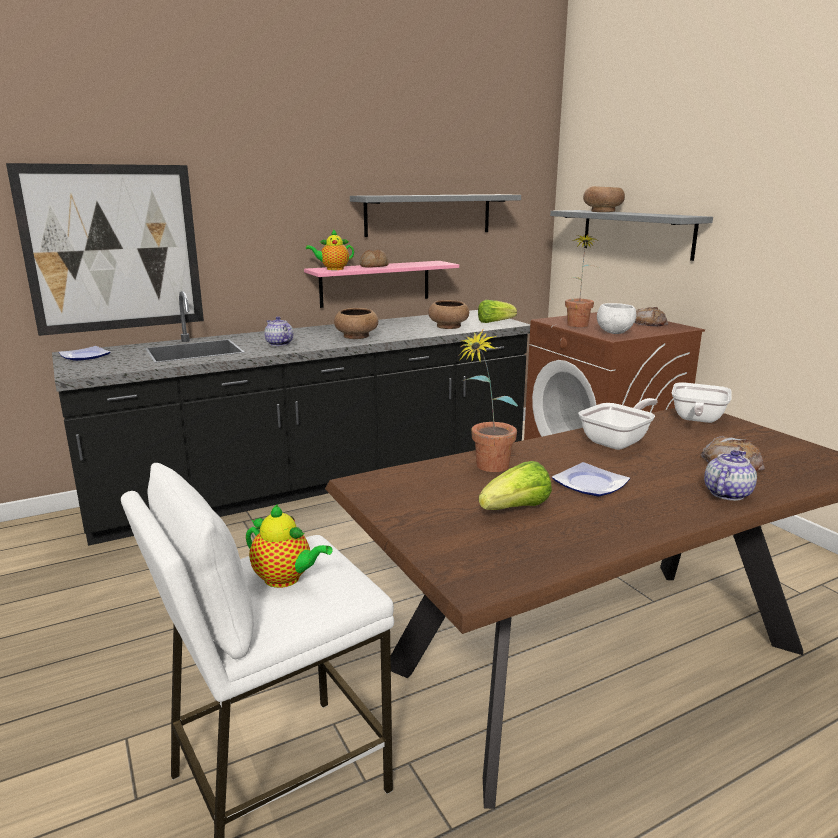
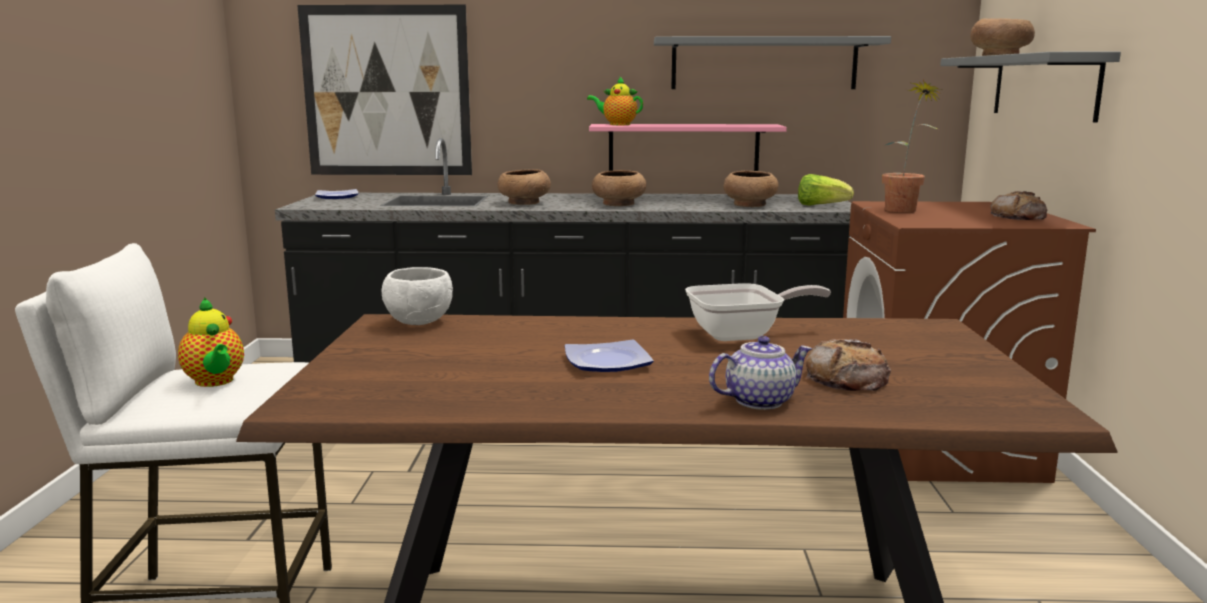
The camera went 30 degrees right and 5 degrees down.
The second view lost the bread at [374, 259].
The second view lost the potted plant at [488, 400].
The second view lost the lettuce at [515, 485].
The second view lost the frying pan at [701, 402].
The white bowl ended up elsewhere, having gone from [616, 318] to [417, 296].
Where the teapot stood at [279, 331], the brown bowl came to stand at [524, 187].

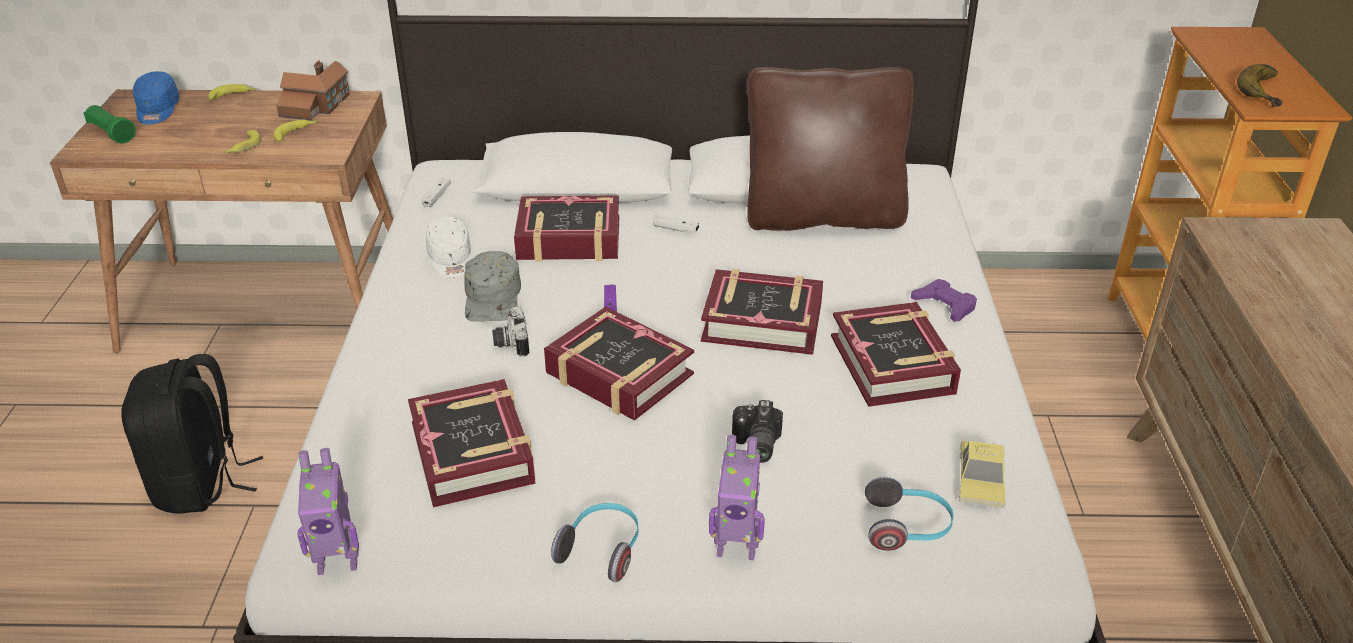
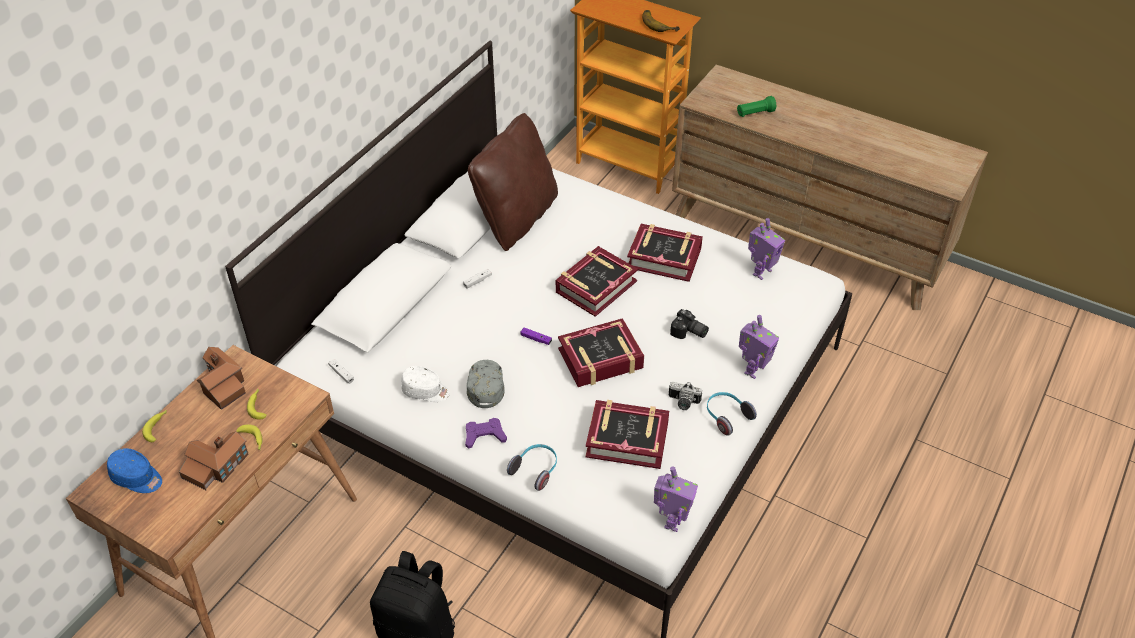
The camera went 60 degrees left and 10 degrees up.
The second view lost the book at [567, 229].
The second view gained the toy house at [214, 460].
The green flashlight ended up elsewhere, having gone from [109, 124] to [756, 106].
The photo camera ended up elsewhere, having gone from [510, 331] to [685, 396].
The headphones ended up elsewhere, having gone from [909, 514] to [532, 467].
The purple game controller ended up elsewhere, having gone from [944, 300] to [486, 433].
Where the toy car stood at [982, 474], the toy robot came to stand at [766, 249].
The grey cap at [492, 286] ended up facing another way, 120 degrees counterclockwise from before.

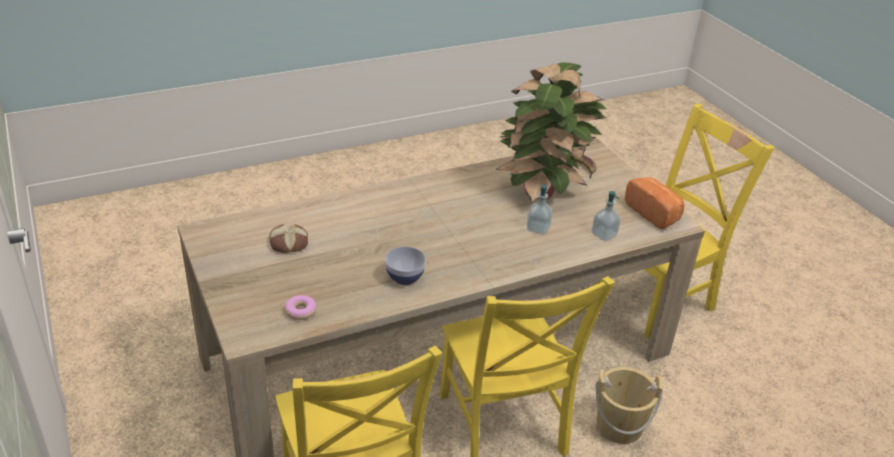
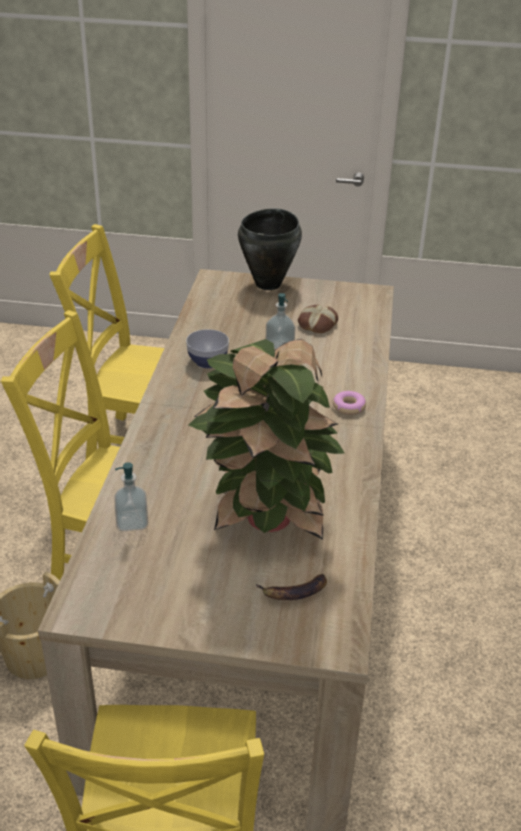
The camera went 125 degrees right and 0 degrees up.
The second view lost the bread at [654, 203].
The second view gained the black cooking pot at [270, 249].
The donut ended up elsewhere, having gone from [301, 307] to [349, 403].
The soap dispenser ended up elsewhere, having gone from [540, 210] to [281, 321].

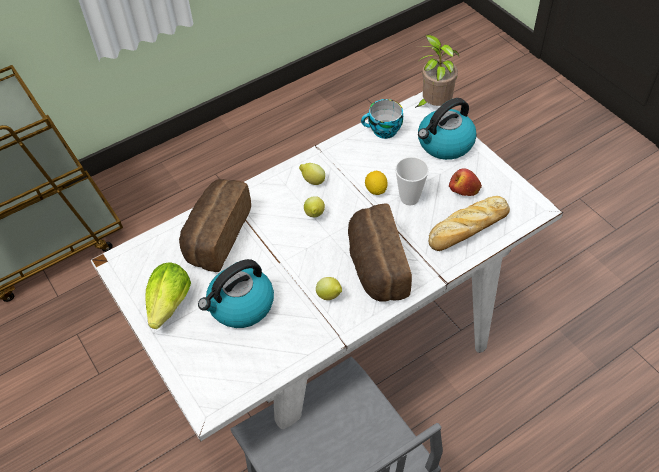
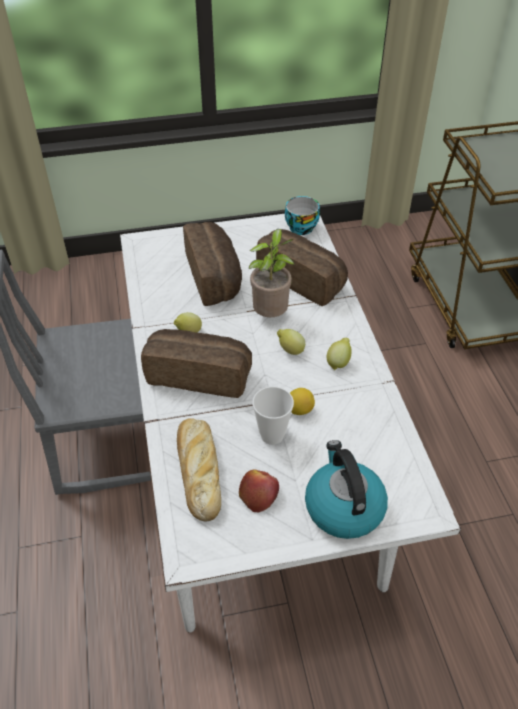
The camera went 110 degrees right and 5 degrees down.
The second view lost the lettuce at [168, 295].
The cup ended up elsewhere, having gone from [382, 119] to [302, 215].
The potted plant ended up elsewhere, having gone from [437, 71] to [271, 273].
Where the kettle stood at [236, 293], the bread came to stand at [212, 264].

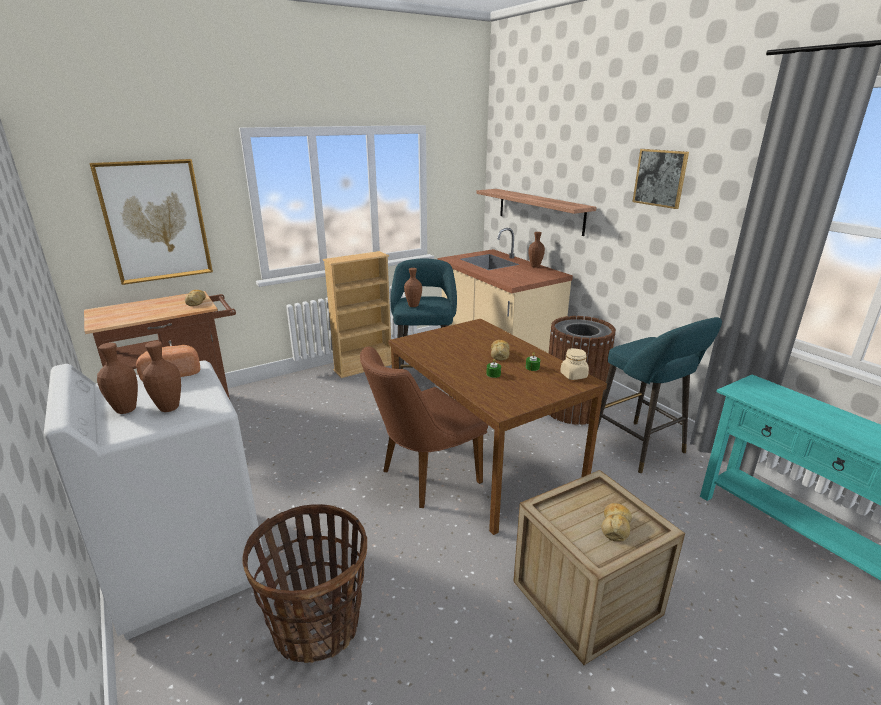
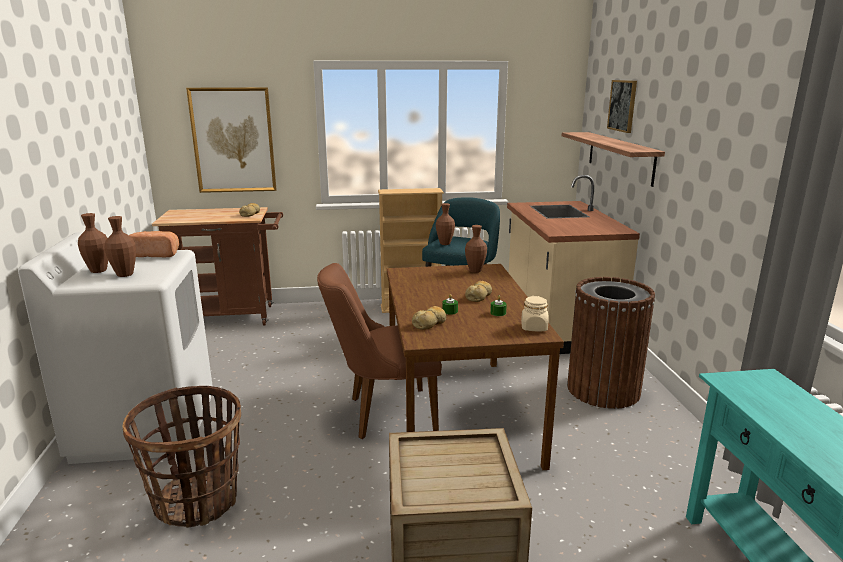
The camera went 25 degrees right and 5 degrees down.
The second view lost the turquoise stool at [659, 395].
The brown vase ended up elsewhere, having gone from [537, 250] to [476, 249].
The bread ended up elsewhere, having gone from [617, 522] to [429, 318].
The picture ended up elsewhere, having gone from [661, 179] to [622, 106].

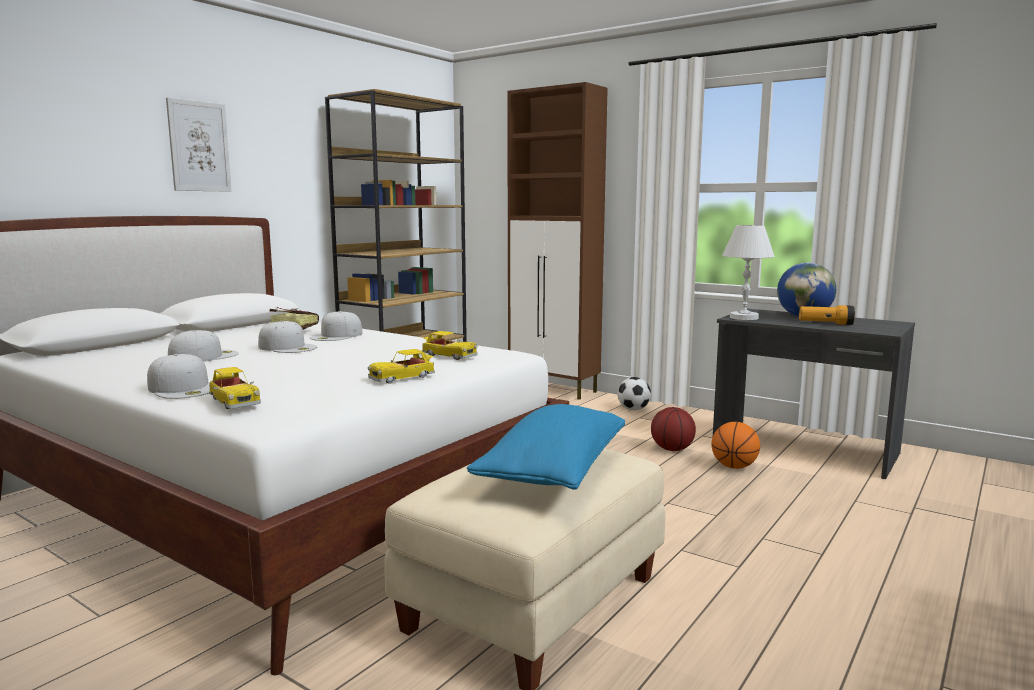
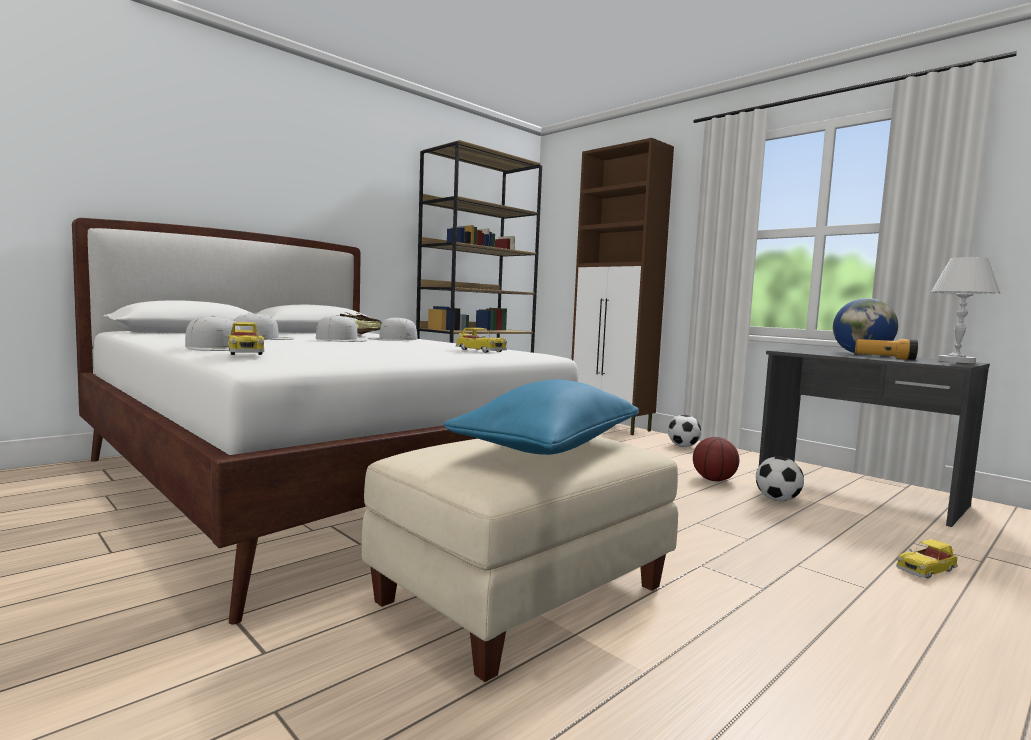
The camera went 10 degrees right and 5 degrees down.
The second view lost the picture at [199, 144].
The toy car ended up elsewhere, having gone from [401, 366] to [927, 559].
The white table lamp ended up elsewhere, having gone from [748, 272] to [965, 310].
Where the basketball stood at [736, 445], the football came to stand at [780, 479].

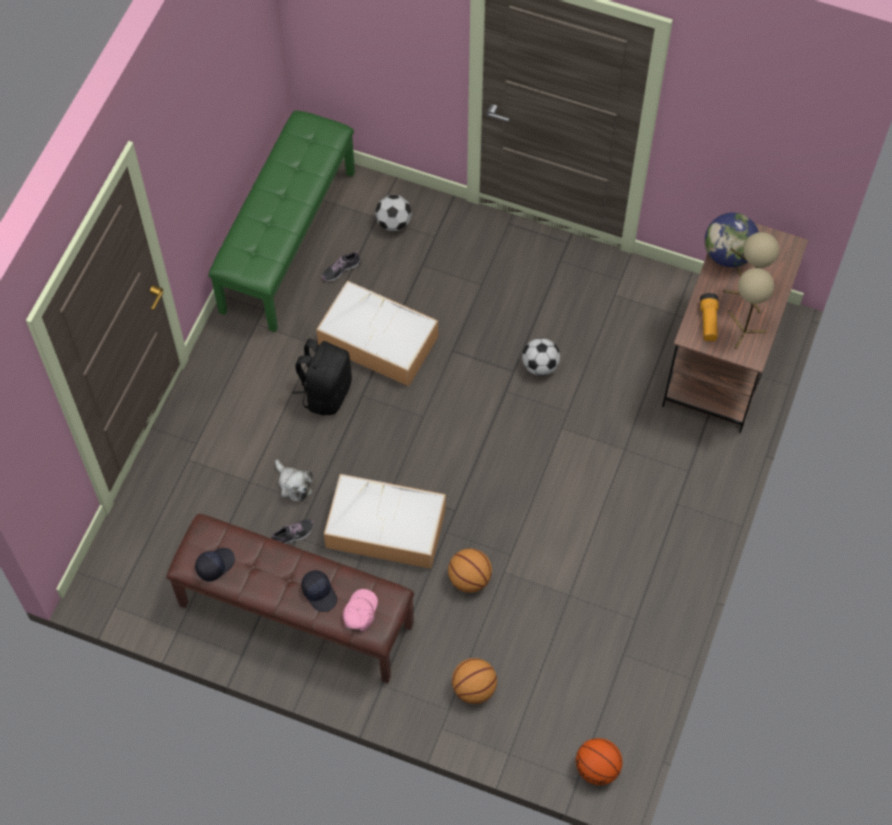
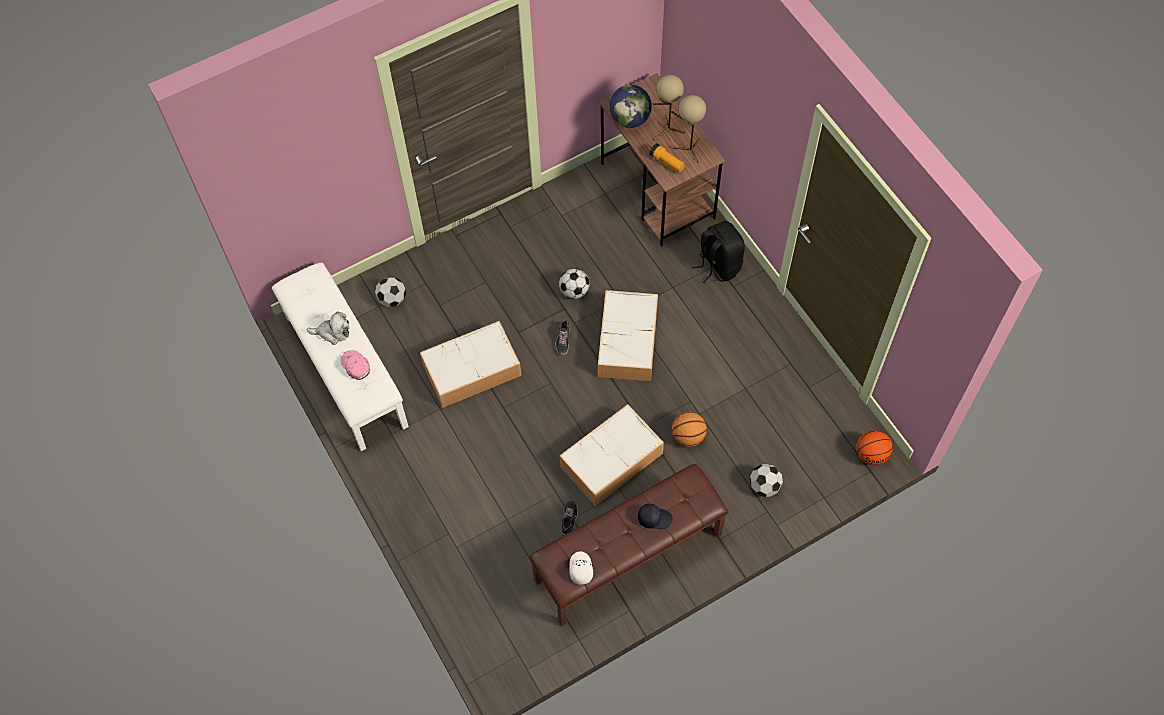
The camera went 50 degrees left and 0 degrees up.
The second view gained the storage box at [628, 335].
The plush toy ended up elsewhere, having gone from [294, 480] to [328, 328].
The black backpack ended up elsewhere, having gone from [322, 376] to [718, 252].
The shoe ended up elsewhere, having gone from [341, 266] to [562, 336].
The pink cap ended up elsewhere, having gone from [360, 610] to [355, 365].
Where the basketball stood at [474, 681], the football came to stand at [766, 480].
What was the black cap at [215, 564] turned into the white cap at [581, 568].
What was the green bench at [281, 221] turned into the white bench at [340, 357].

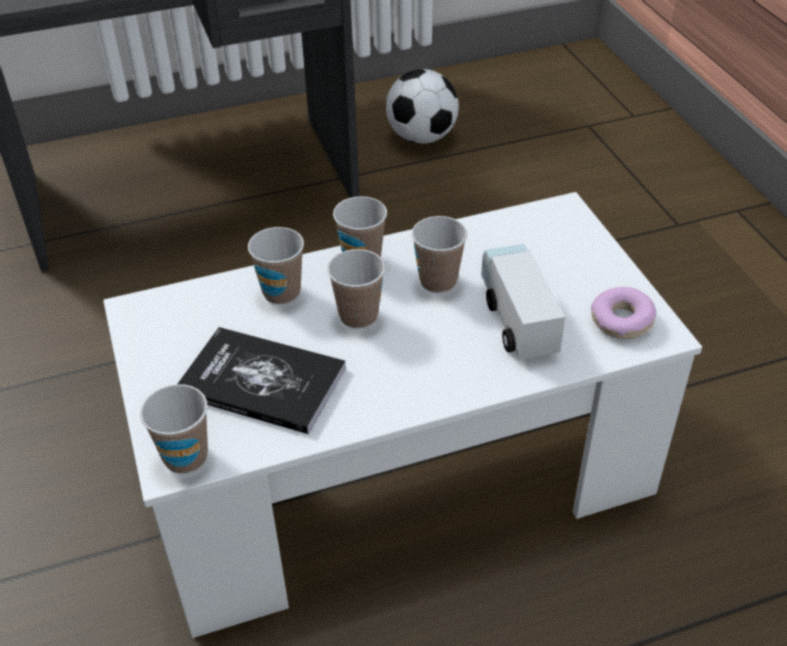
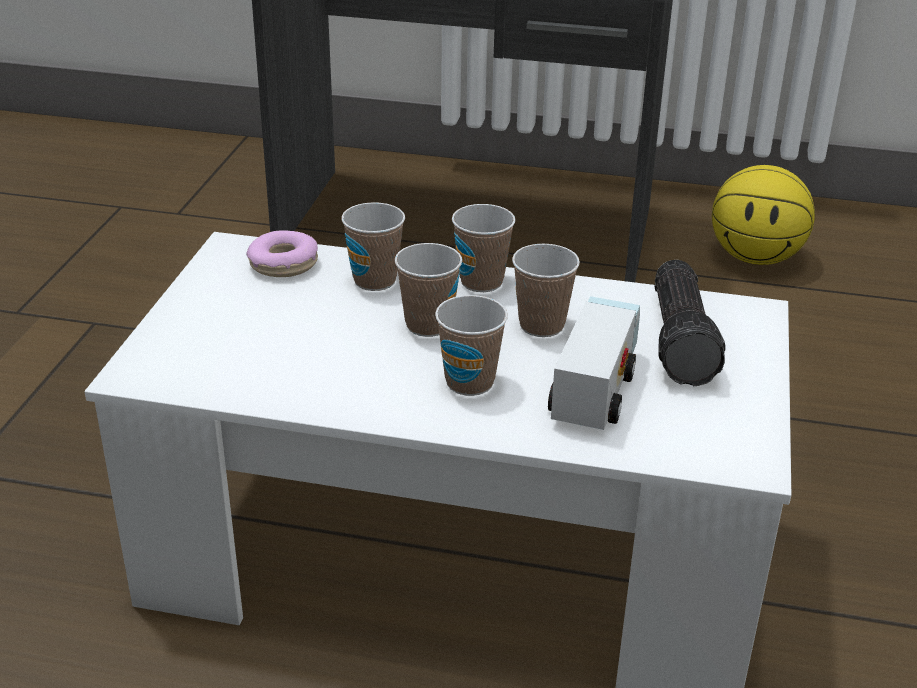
The camera went 30 degrees right and 10 degrees down.
The second view lost the book at [262, 380].
The second view gained the flashlight at [690, 323].
The cup ended up elsewhere, having gone from [174, 429] to [471, 345].
The donut ended up elsewhere, having gone from [623, 313] to [282, 253].
Where the football stood at [422, 106], the basketball came to stand at [763, 215].

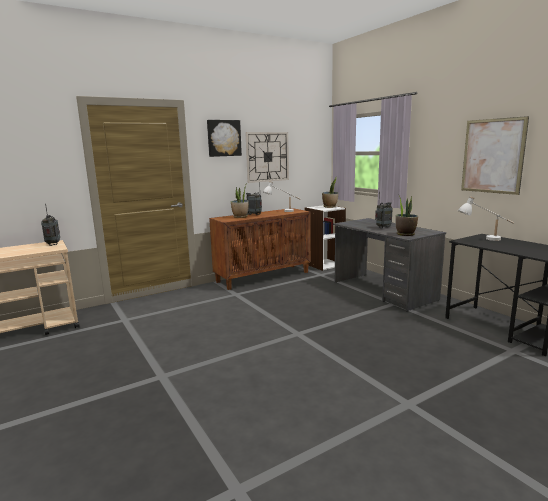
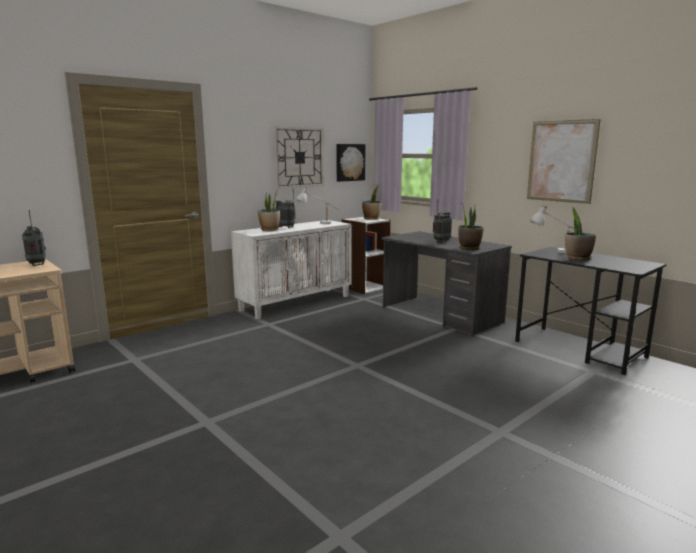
The camera went 10 degrees left and 0 degrees up.
The second view gained the potted plant at [580, 234].
The picture ended up elsewhere, having gone from [224, 138] to [350, 163].
What was the brown cabinet at [260, 249] turned into the white cabinet at [291, 270].

